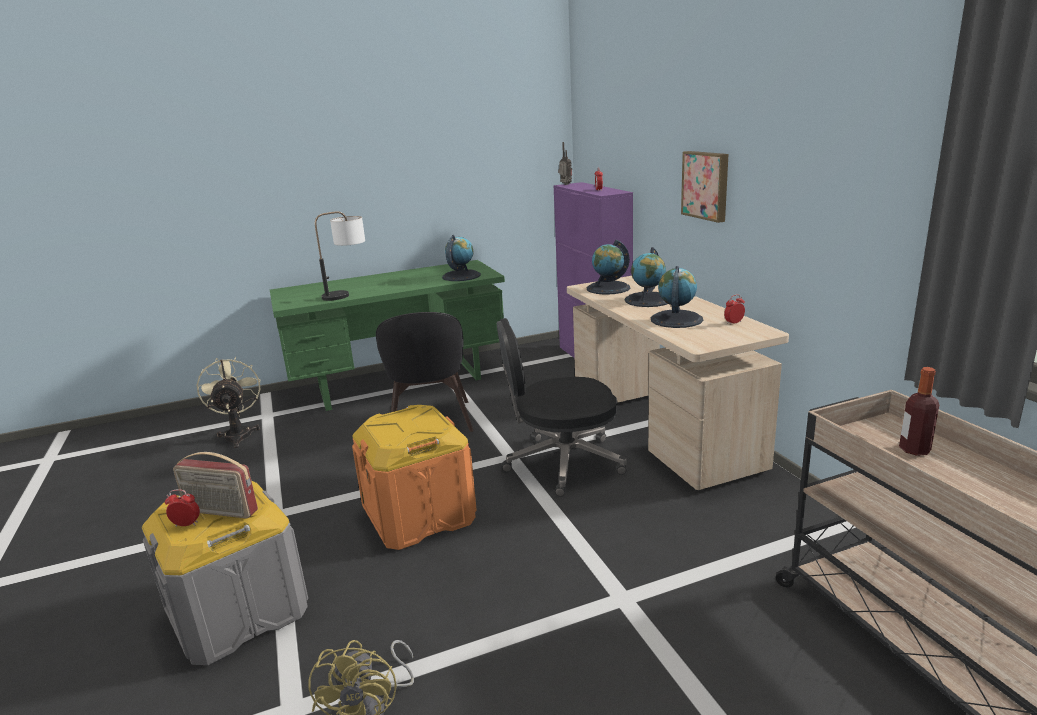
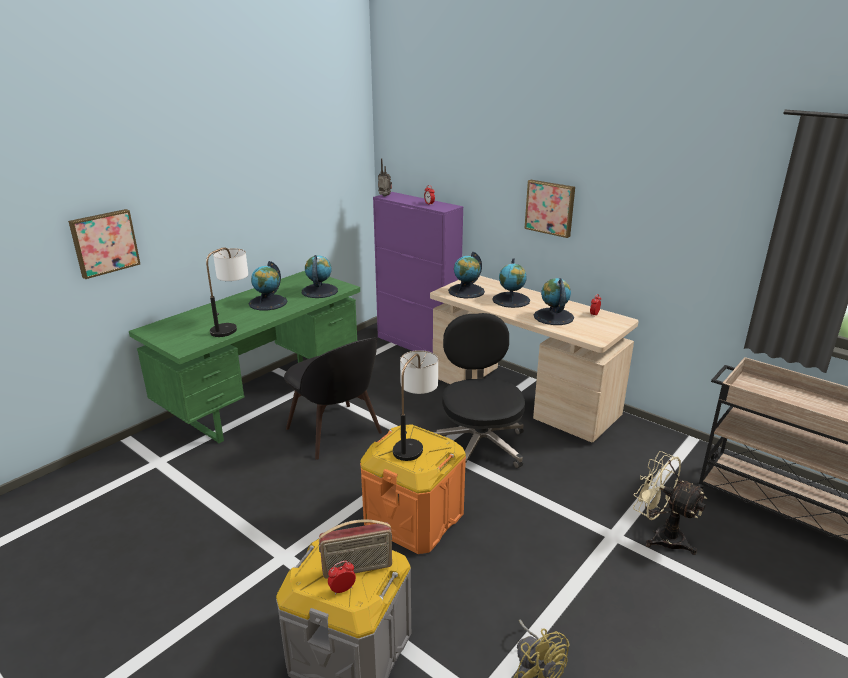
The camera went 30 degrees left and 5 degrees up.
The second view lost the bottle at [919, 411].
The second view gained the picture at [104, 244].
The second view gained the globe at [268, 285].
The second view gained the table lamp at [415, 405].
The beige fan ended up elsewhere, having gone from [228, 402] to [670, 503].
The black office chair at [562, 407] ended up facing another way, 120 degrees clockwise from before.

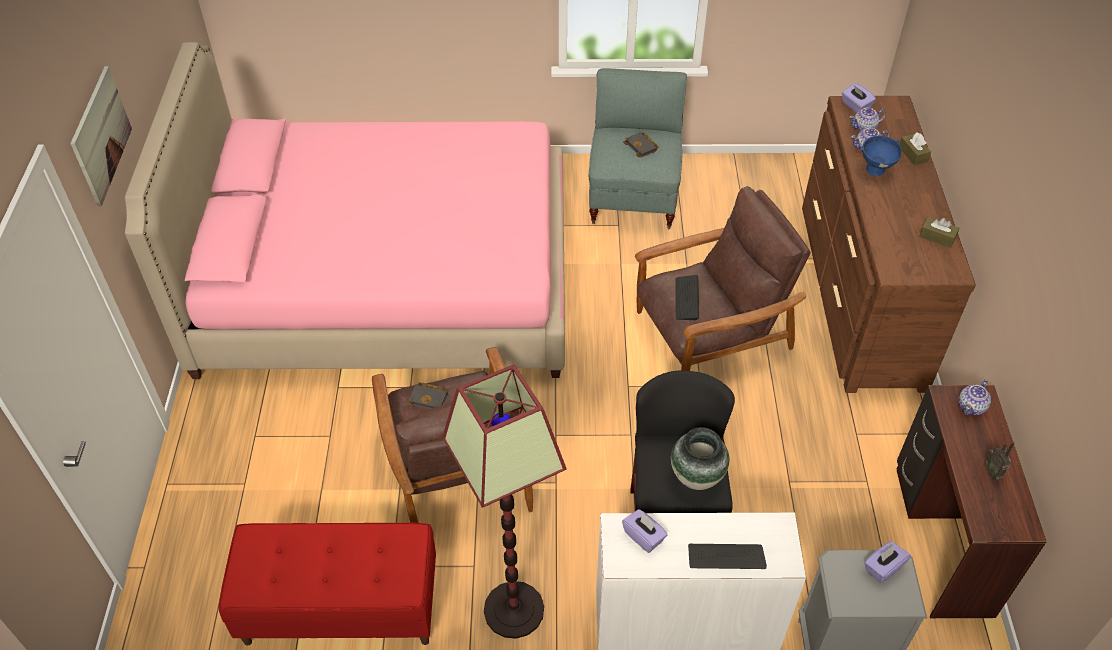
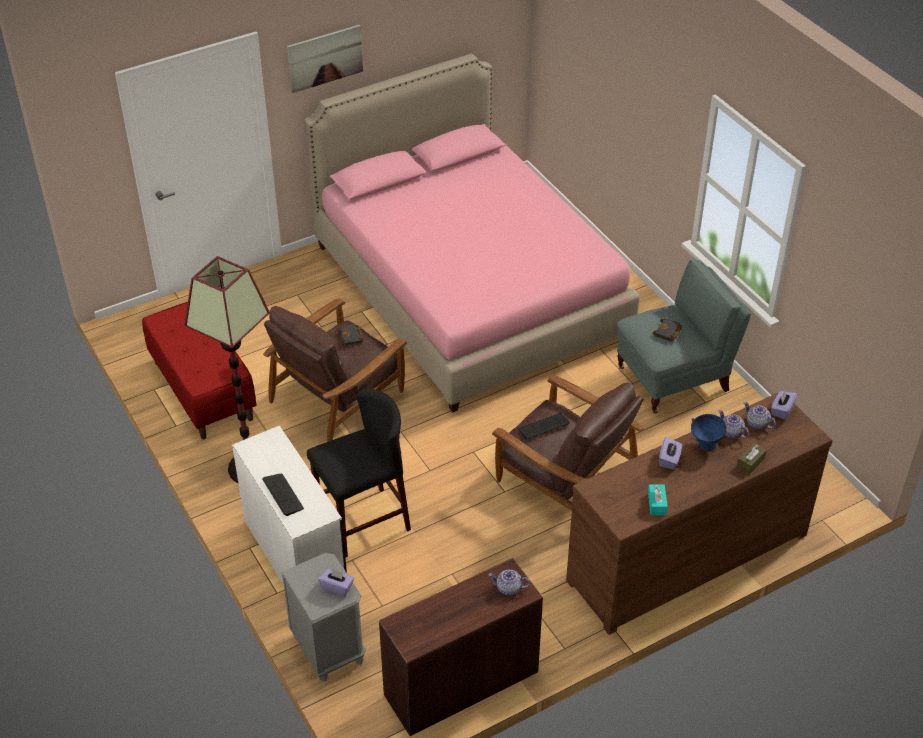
The camera went 60 degrees right and 5 degrees down.
The second view lost the vase at [700, 458].
The second view lost the radio at [999, 461].
The purple tissue box ended up elsewhere, having gone from [645, 531] to [670, 453].
What was the brown tissue box at [939, 232] turned into the turquoise tissue box at [658, 499].

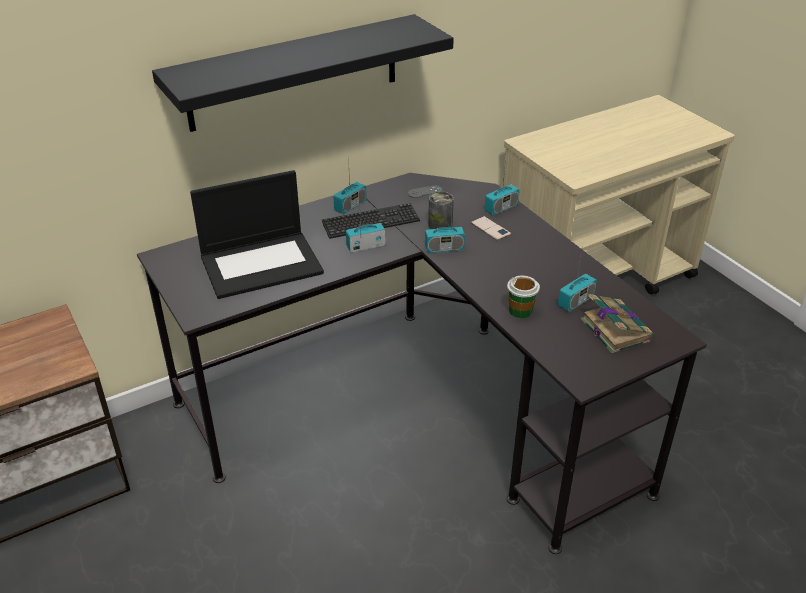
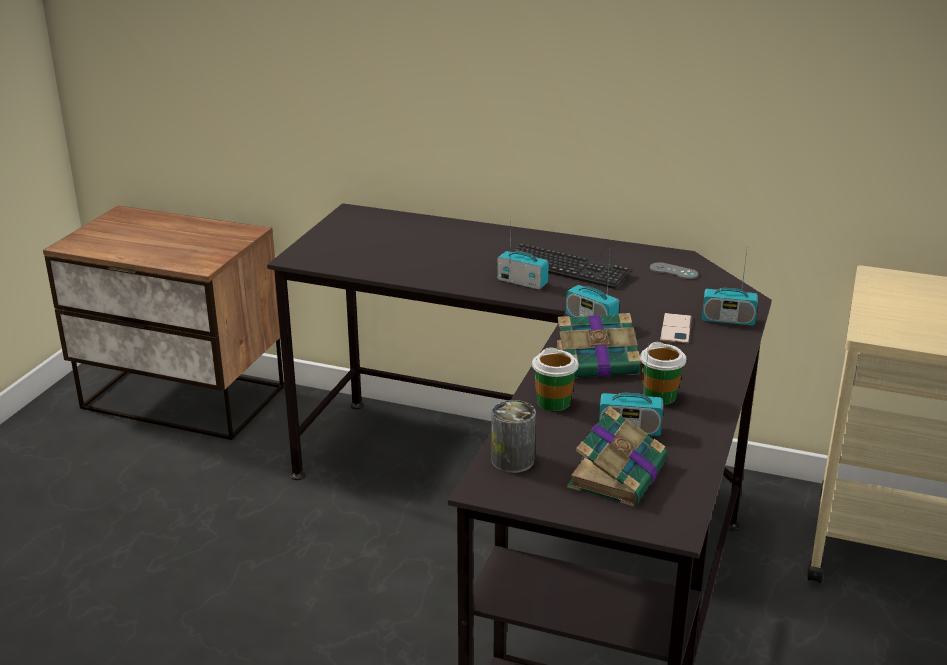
The camera went 50 degrees right and 10 degrees down.
The second view lost the black shelf at [303, 73].
The second view lost the laptop at [257, 234].
The second view lost the radio at [350, 185].
The second view gained the book at [599, 345].
The second view gained the cup at [663, 373].
The can ended up elsewhere, having gone from [441, 210] to [513, 436].

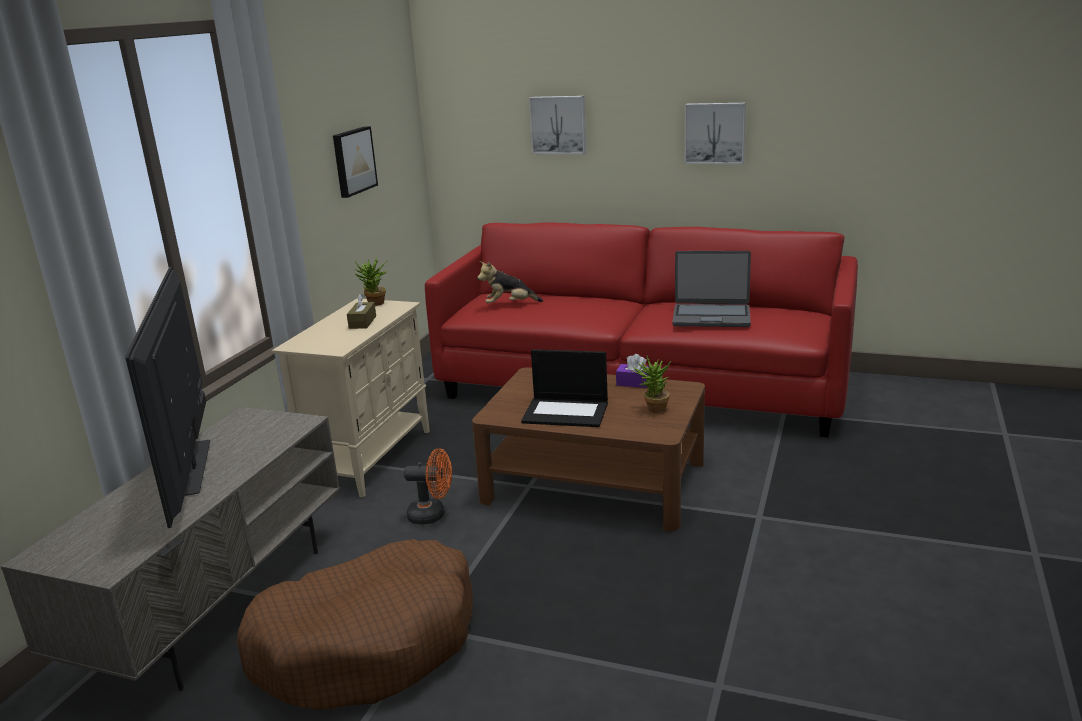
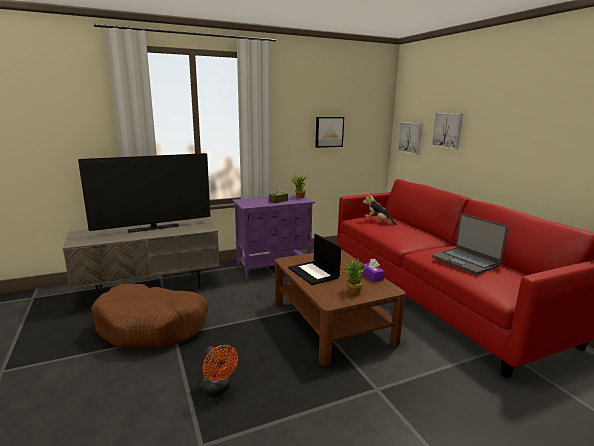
The camera went 45 degrees right and 5 degrees down.
The orange fan ended up elsewhere, having gone from [428, 486] to [220, 370].
The picture ended up elsewhere, having gone from [715, 133] to [410, 138].
What was the beige cabinet at [351, 398] turned into the purple cabinet at [273, 236].
The television at [167, 397] ended up facing another way, 150 degrees counterclockwise from before.

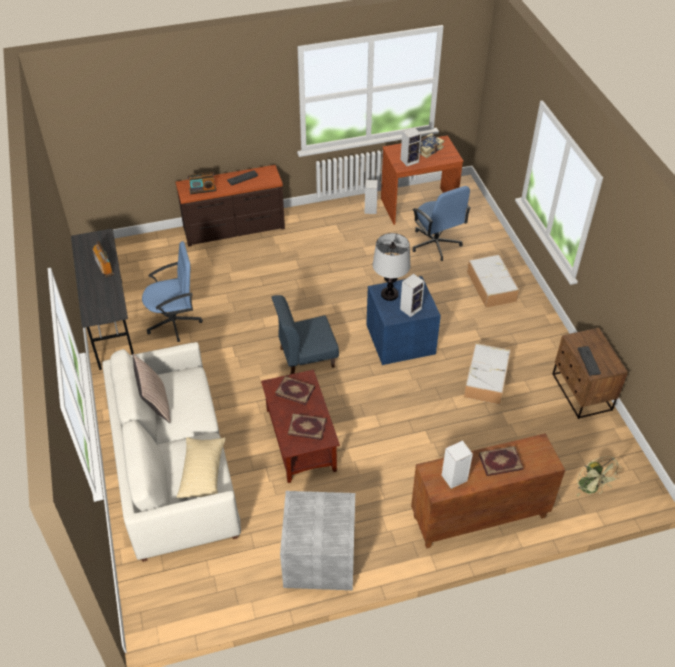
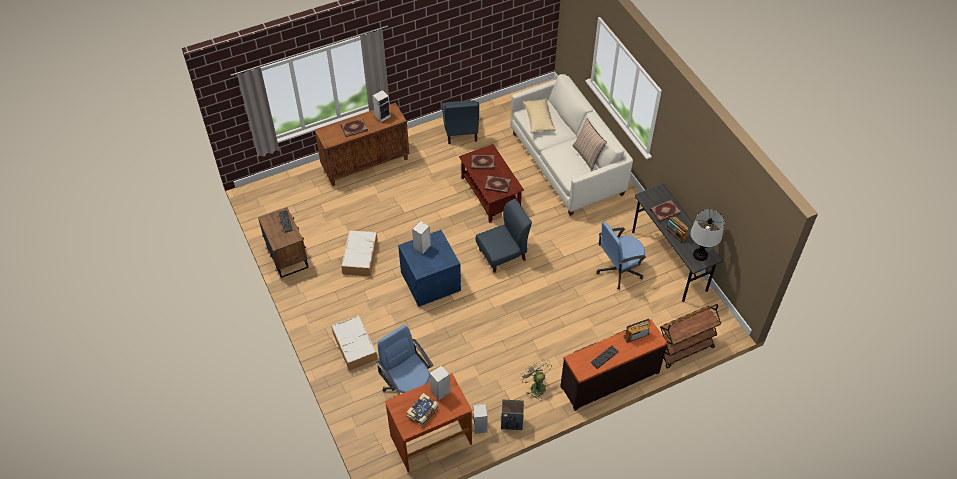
The camera went 170 degrees right and 5 degrees up.
The second view gained the speaker at [512, 415].
The second view gained the book at [665, 211].
The second view gained the brown cart at [690, 336].
The table lamp ended up elsewhere, having gone from [392, 267] to [707, 235].
The green fan ended up elsewhere, having gone from [599, 476] to [536, 379].
Where the grey storage box stood at [317, 540], the blue chair came to stand at [460, 122].

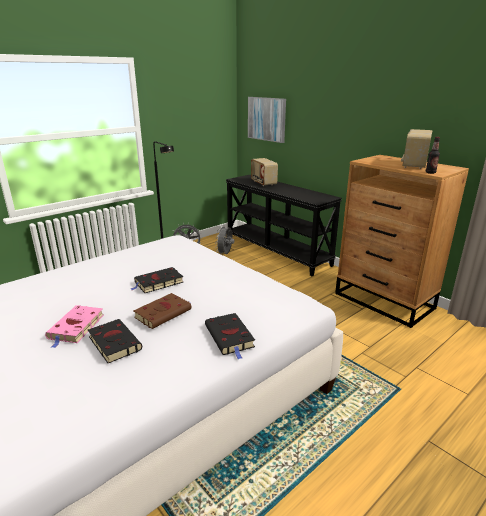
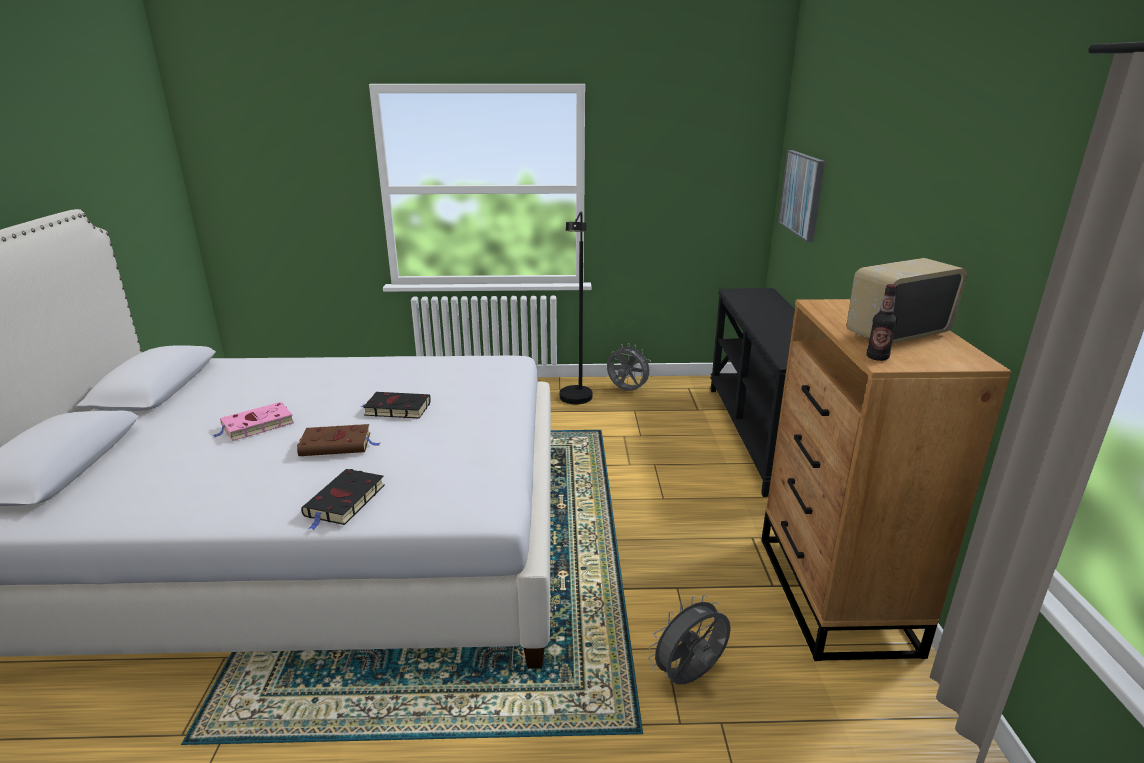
The camera went 40 degrees right and 0 degrees up.
The second view lost the black book at [115, 341].
The second view lost the radio at [264, 172].
The grey fan ended up elsewhere, having gone from [224, 240] to [689, 639].

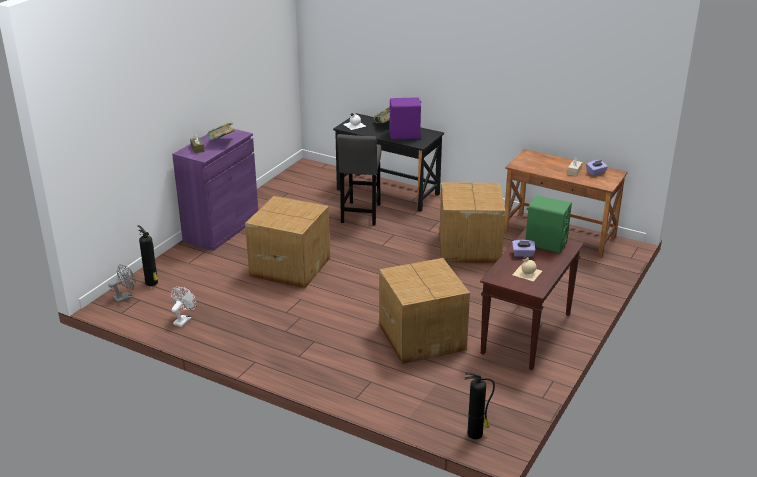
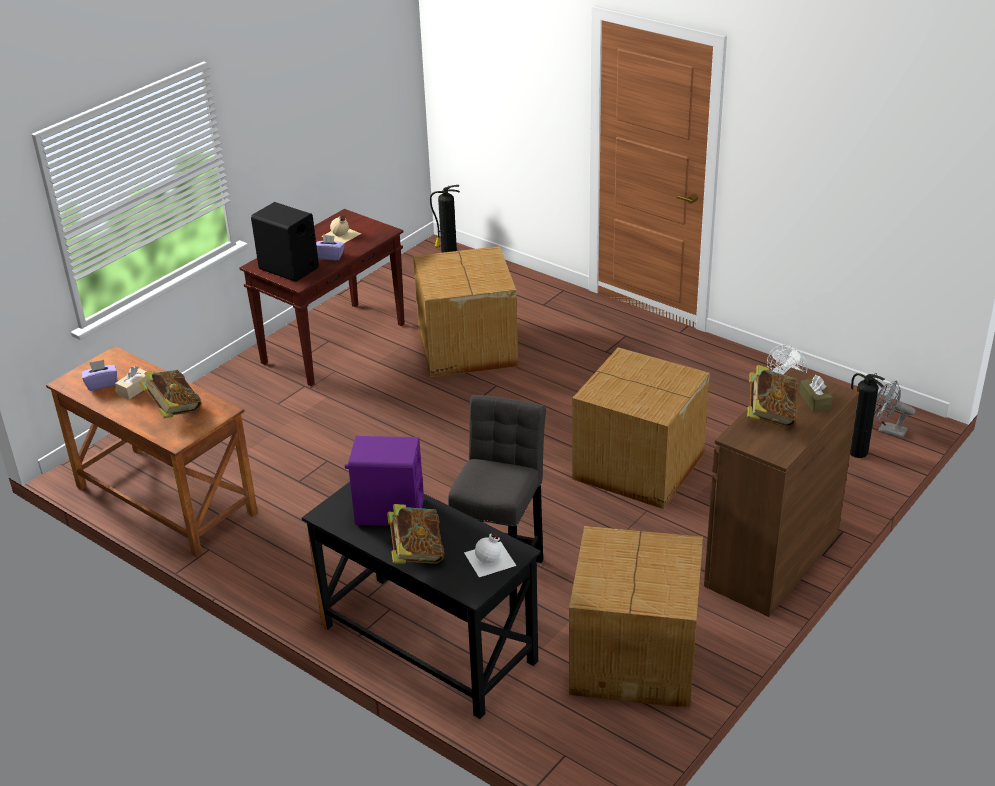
The camera went 170 degrees left and 5 degrees up.
The second view gained the book at [170, 394].
The cardboard box ended up elsewhere, having gone from [472, 223] to [636, 617].
What was the purple cabinet at [215, 189] turned into the brown cabinet at [781, 492].
What was the green speaker at [548, 224] turned into the black speaker at [285, 242].
The grey fan at [122, 283] ended up facing another way, 60 degrees clockwise from before.

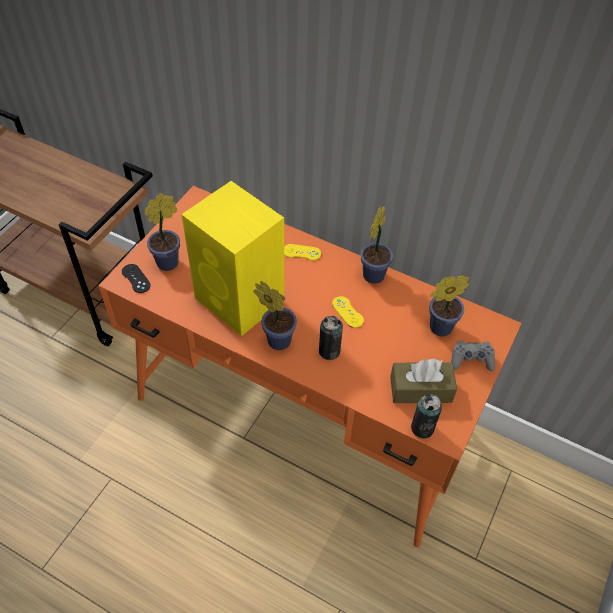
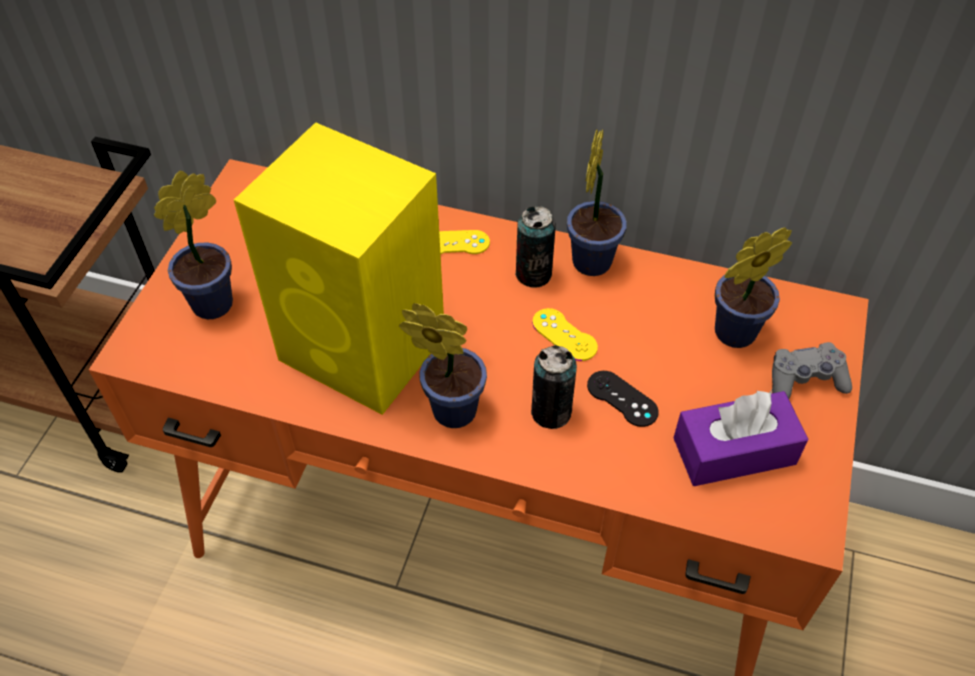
The camera went 10 degrees left and 0 degrees up.
The black game controller ended up elsewhere, having gone from [136, 278] to [623, 399].
The can ended up elsewhere, having gone from [426, 416] to [535, 247].
What was the brown tissue box at [423, 381] turned into the purple tissue box at [741, 438].

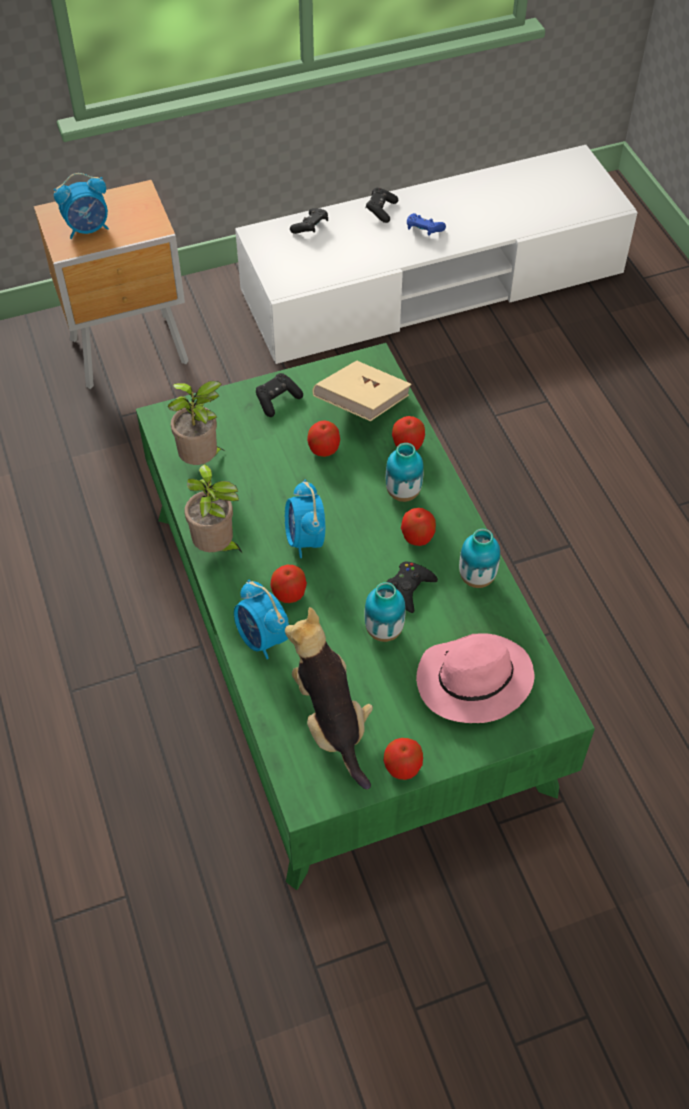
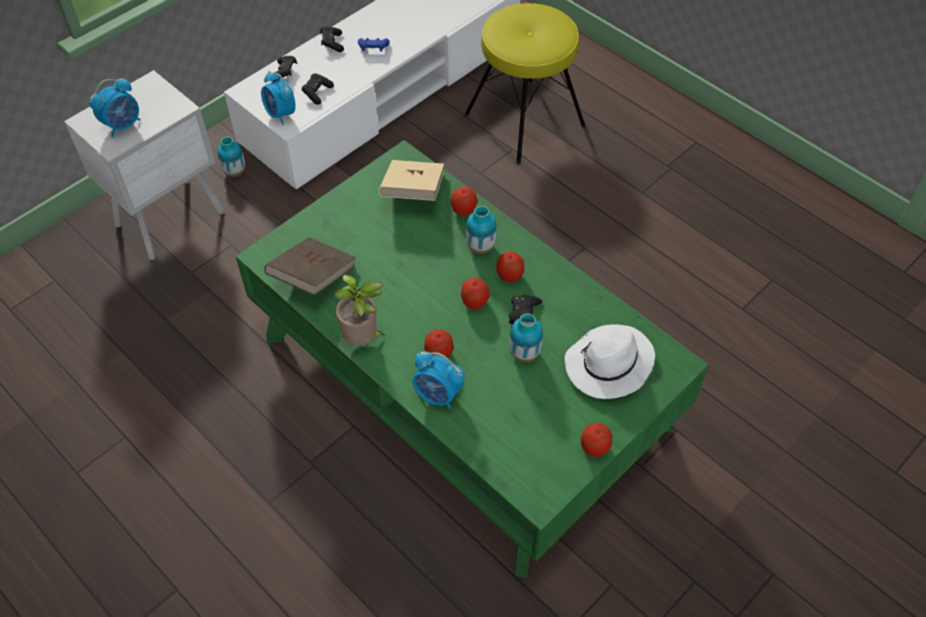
The camera went 25 degrees left and 0 degrees up.
The second view lost the plush toy at [329, 698].
The second view gained the yellow stool at [525, 84].
The black game controller ended up elsewhere, having gone from [279, 395] to [318, 89].
The alarm clock ended up elsewhere, having gone from [305, 519] to [278, 98].
The apple ended up elsewhere, having gone from [323, 438] to [475, 293].
The vase ended up elsewhere, having gone from [479, 558] to [231, 157].
Where the potted plant stood at [196, 423], the brown book came to stand at [310, 266].
What was the brown nightstand at [111, 284] turned into the white nightstand at [144, 165].
What was the pink hat at [475, 678] turned into the white hat at [610, 361].

